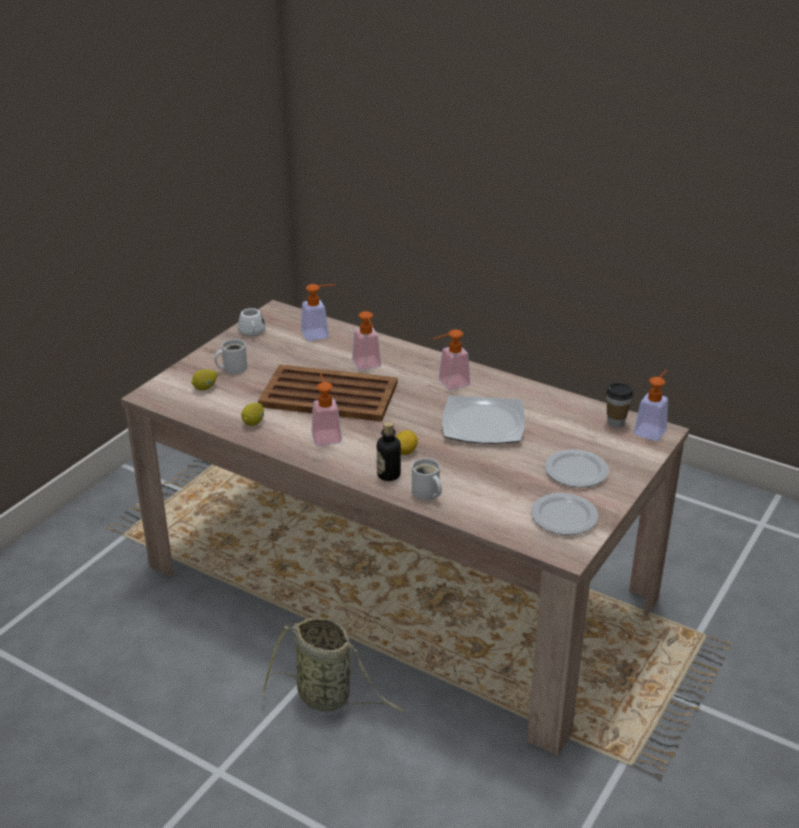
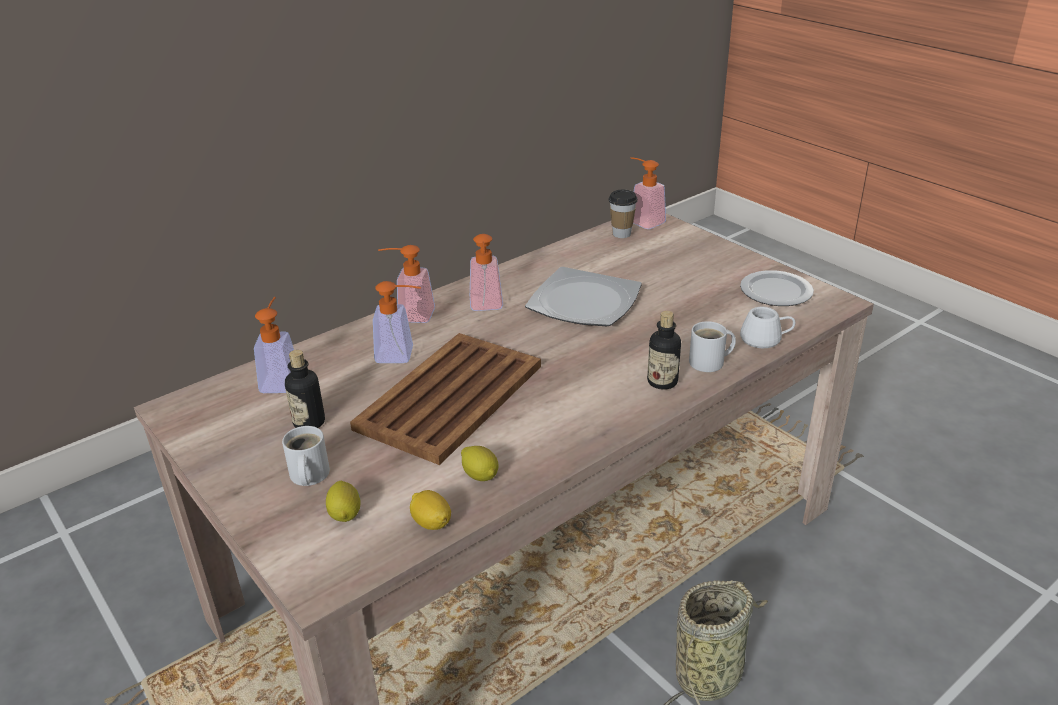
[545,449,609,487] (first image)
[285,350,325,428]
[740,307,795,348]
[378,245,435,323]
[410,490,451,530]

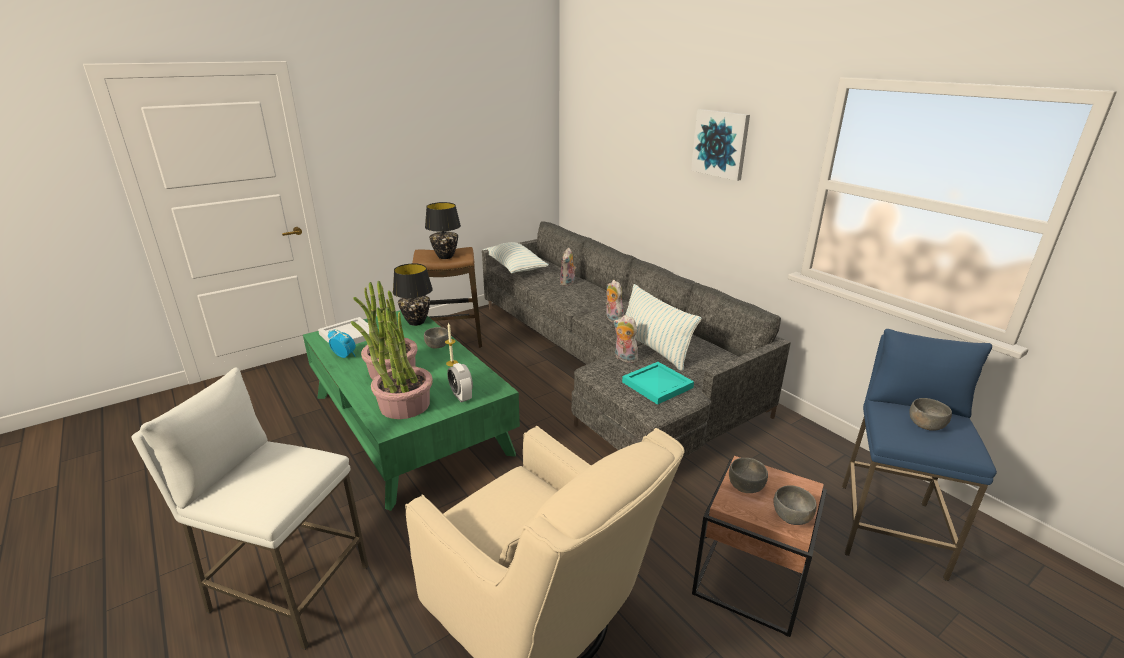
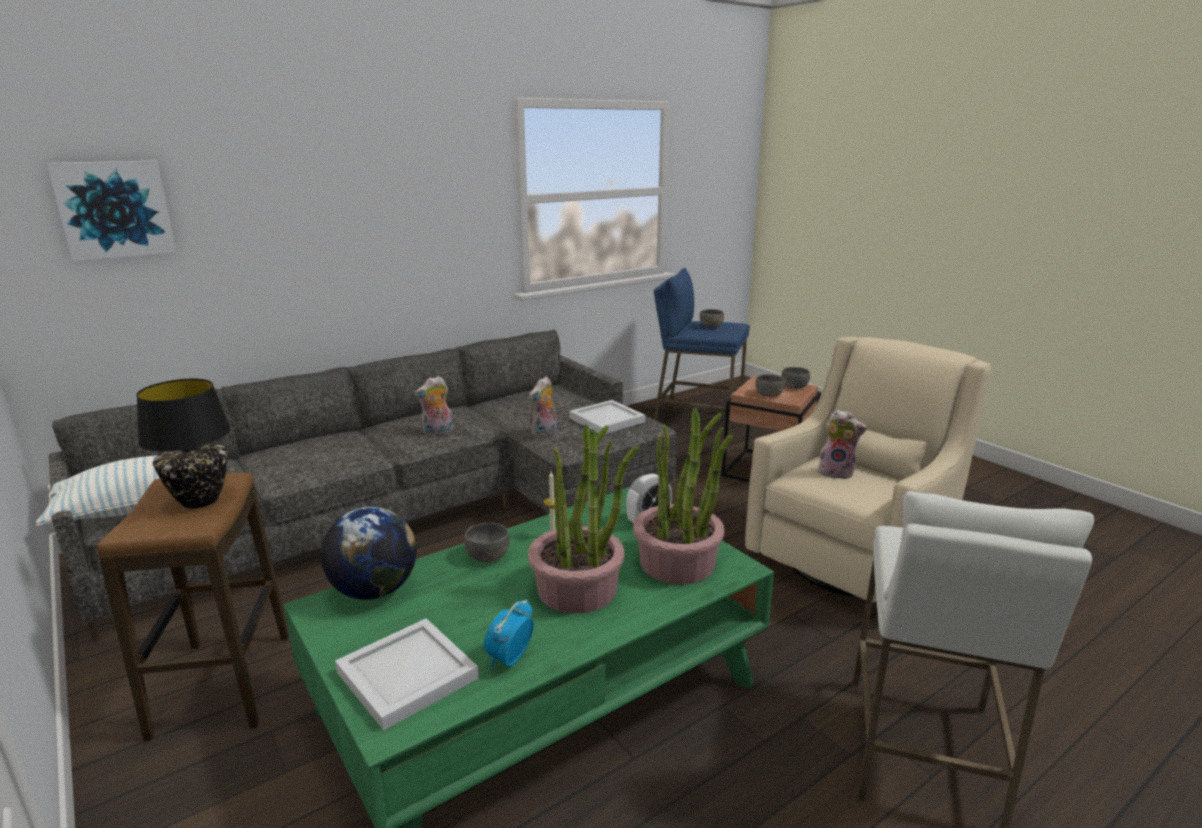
[625,284,702,371] (first image)
[818,409,867,479]
[47,161,176,261]
[321,507,417,600]
[569,400,645,434]

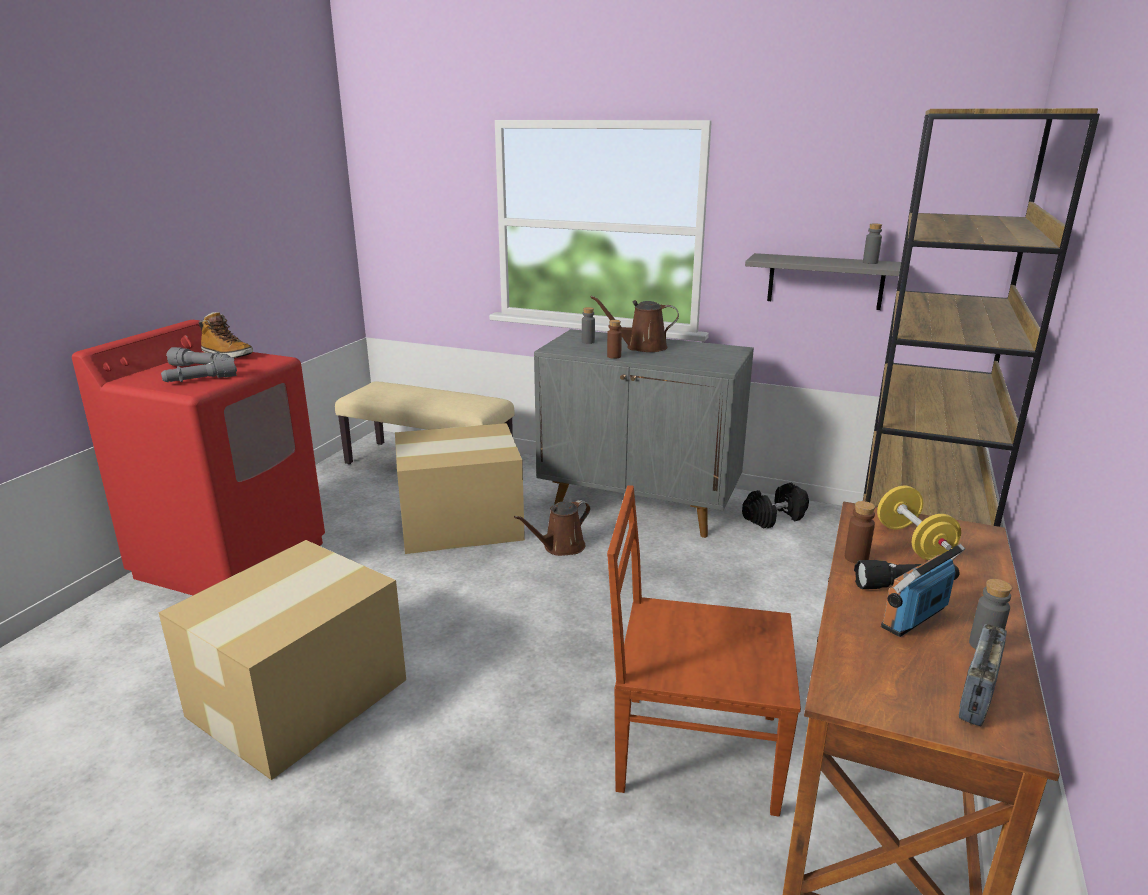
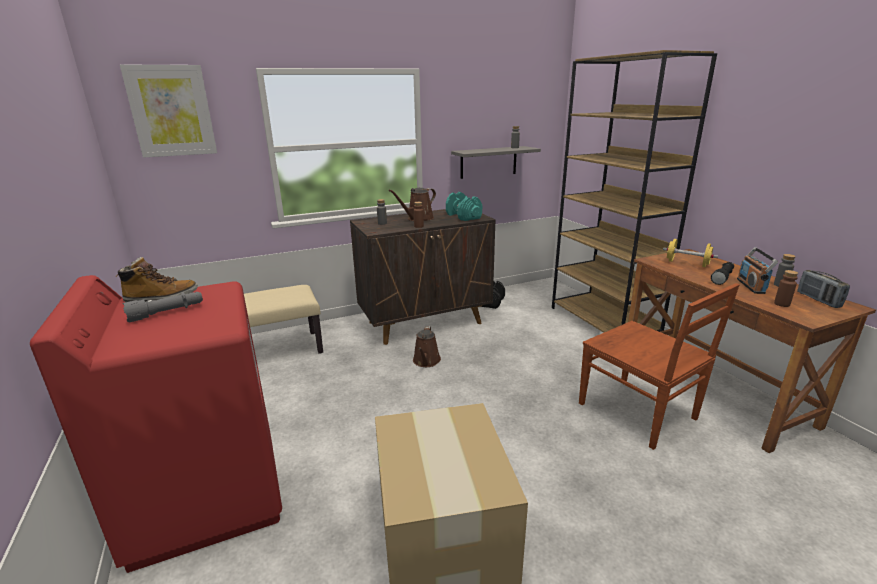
[161,357,237,382] (first image)
[395,423,525,554] (first image)
[120,65,217,158]
[446,192,482,221]
[774,270,798,307]
[350,209,496,345]
[579,283,739,450]

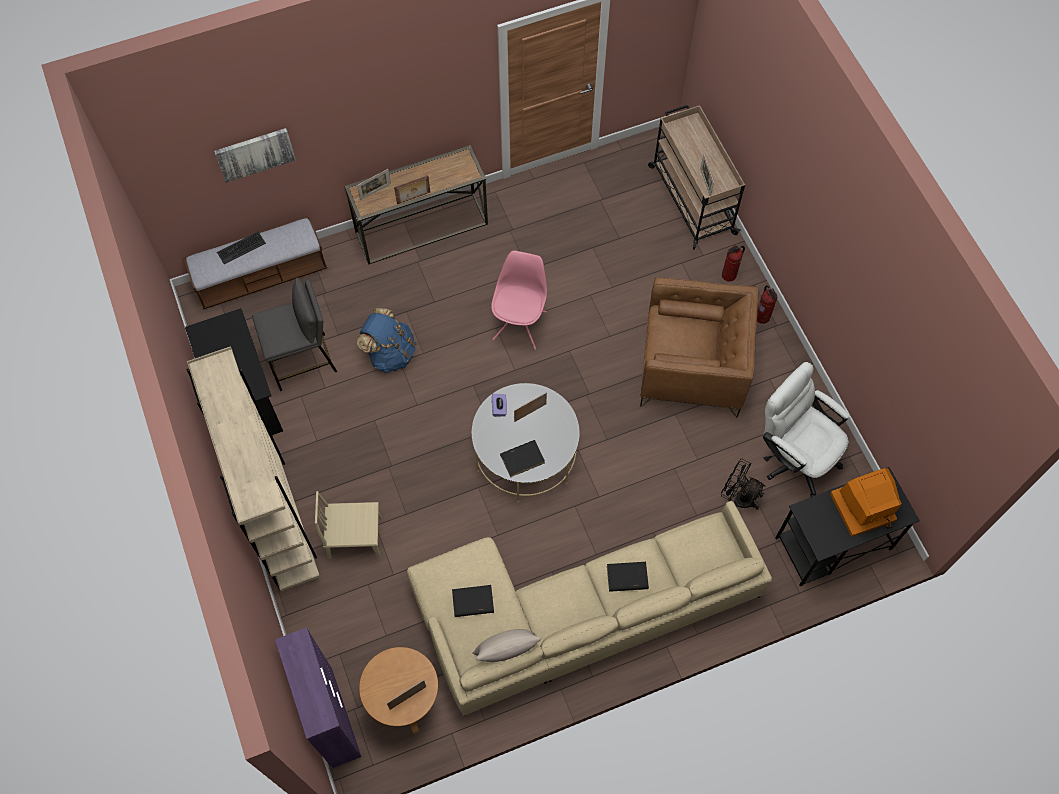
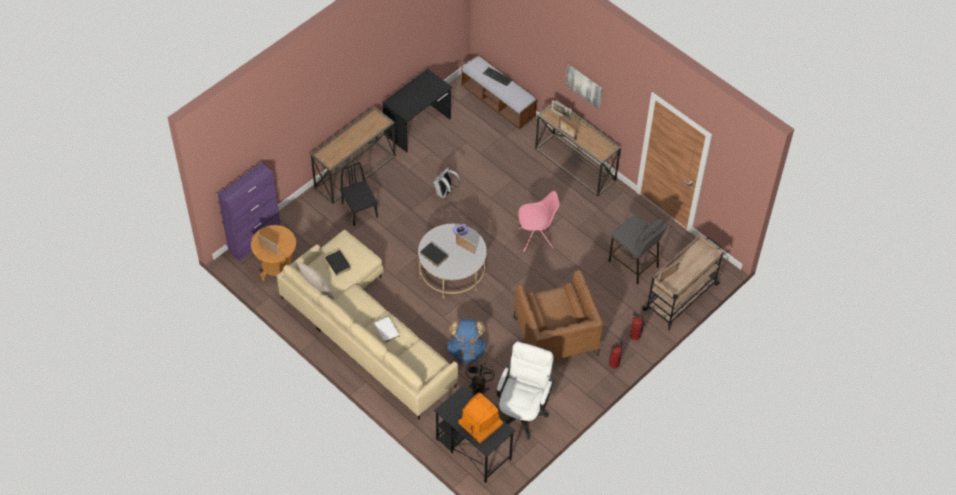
[433,167,461,199]
[565,65,603,109]
[609,215,667,285]
[447,320,487,362]
[310,107,396,204]
[340,162,378,226]
[374,317,400,343]

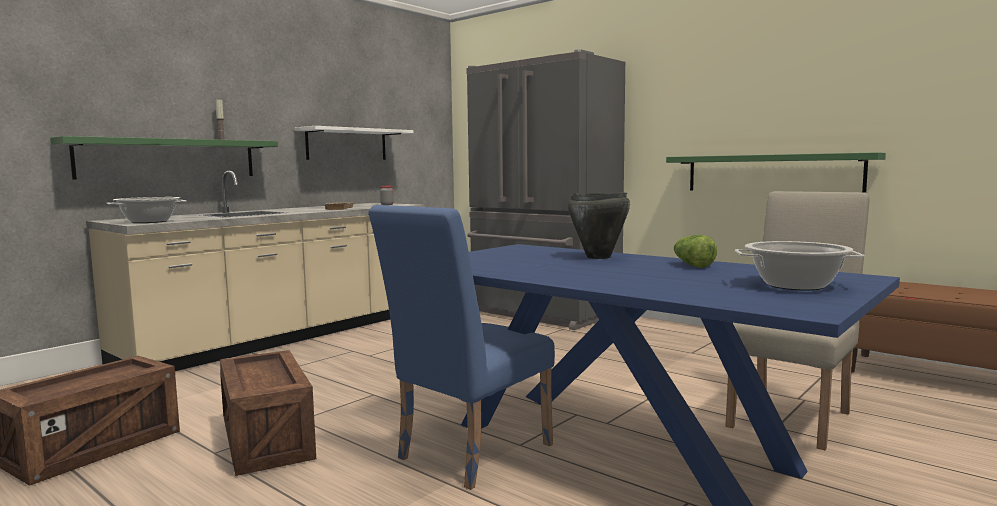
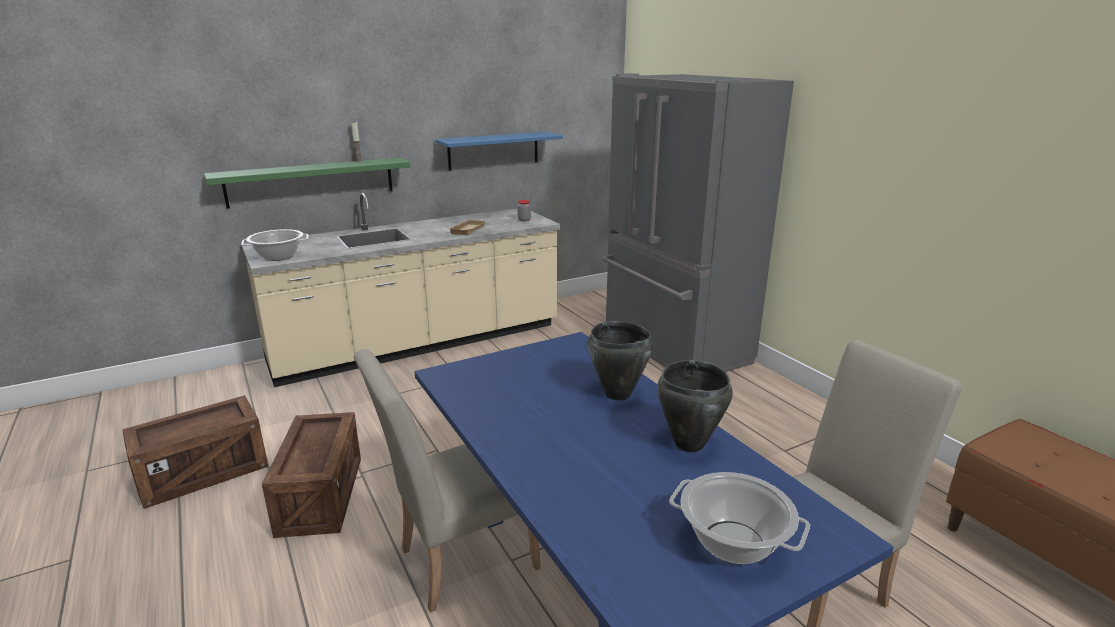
[666,152,886,193] (first image)
[657,360,733,452]
[435,132,563,171]
[354,349,541,613]

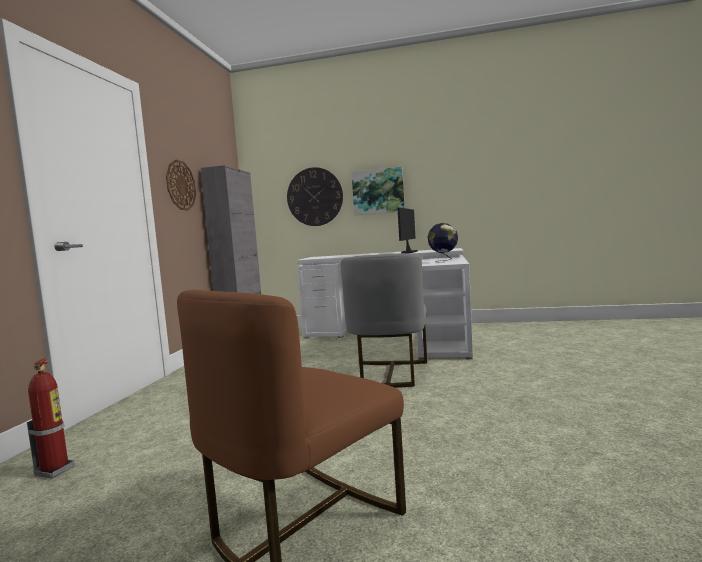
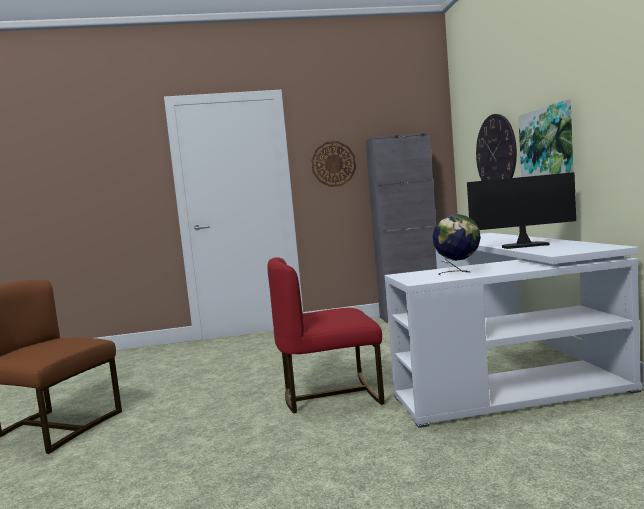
[27,358,74,478] (first image)
[267,257,385,413]

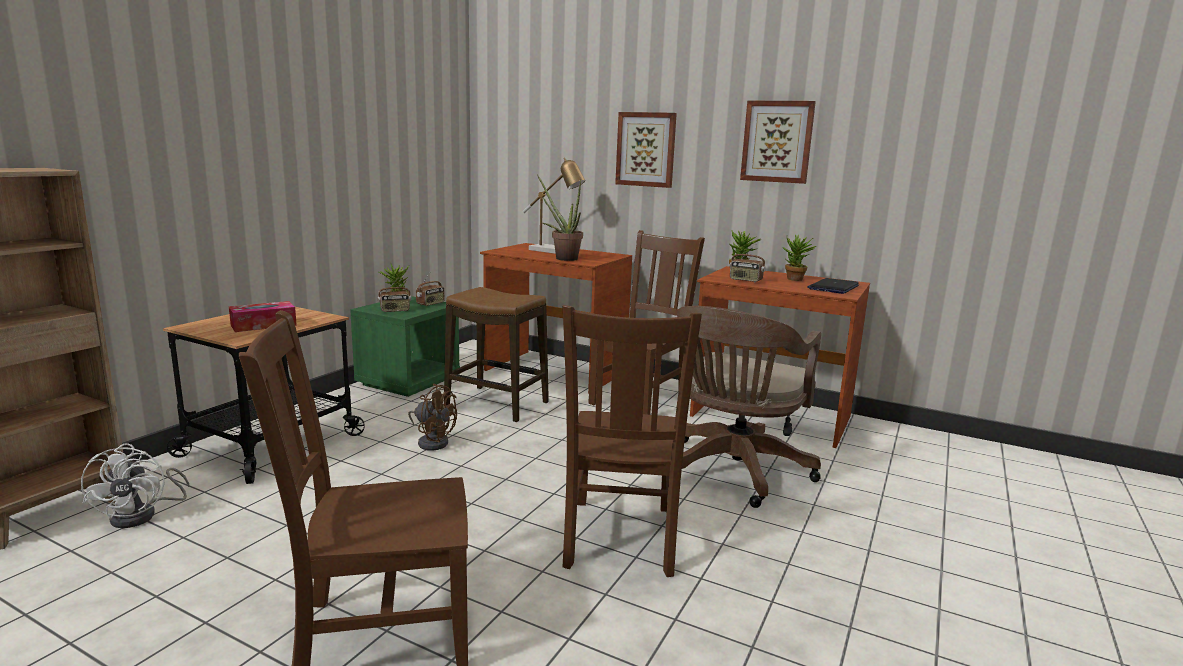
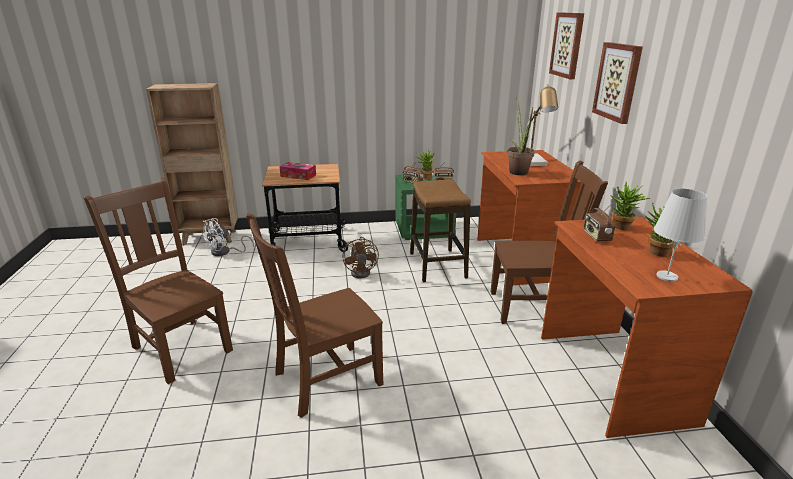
[677,306,821,508] (first image)
[549,12,584,79]
[654,188,708,282]

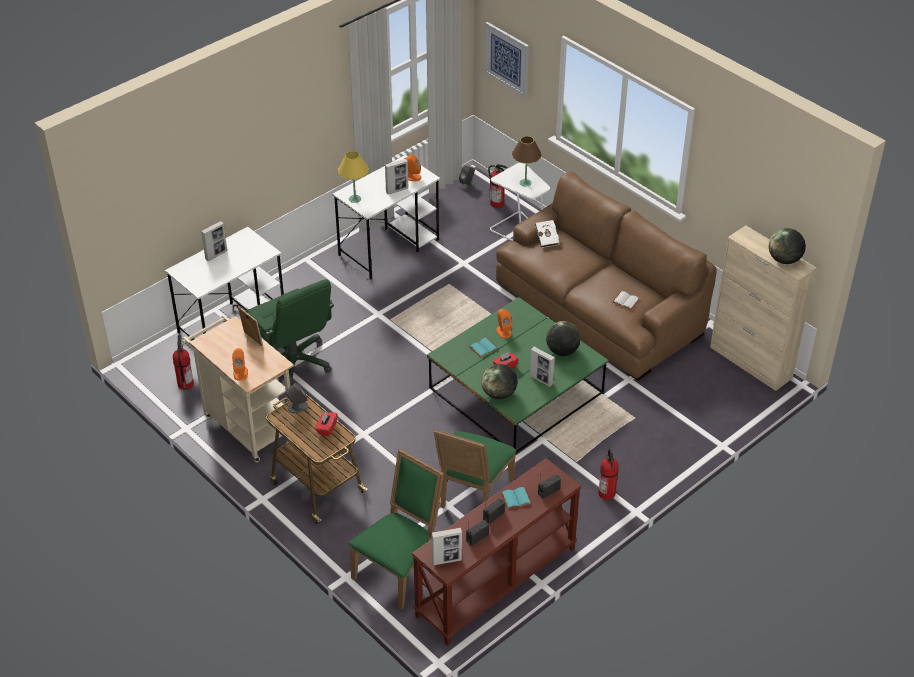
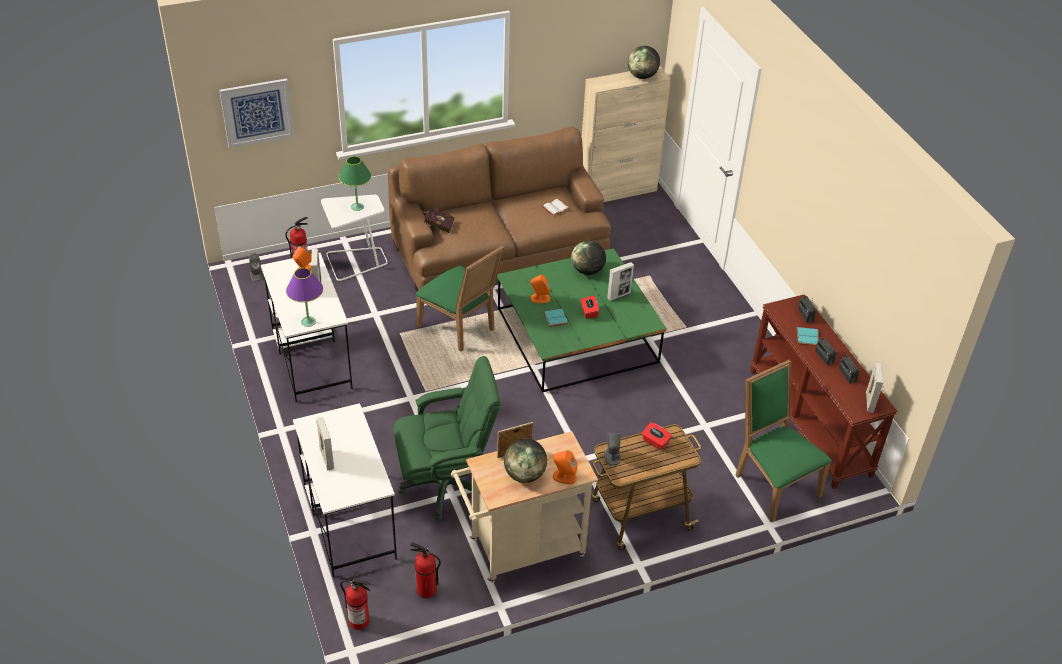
[416,245,504,352]
[504,439,547,483]
[340,579,370,630]
[286,268,323,327]
[339,156,371,211]
[422,207,455,233]

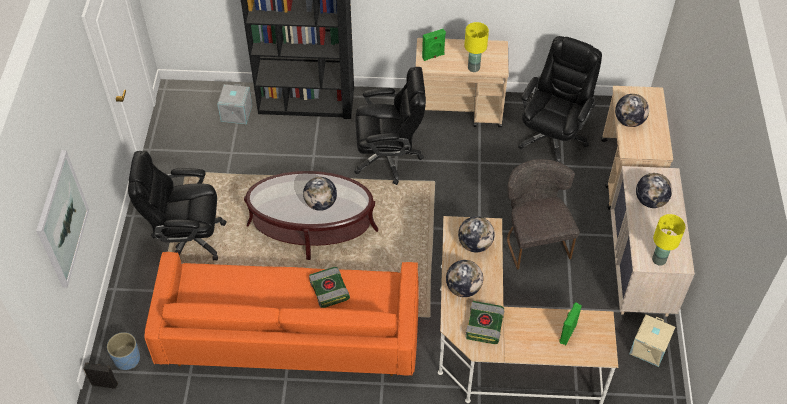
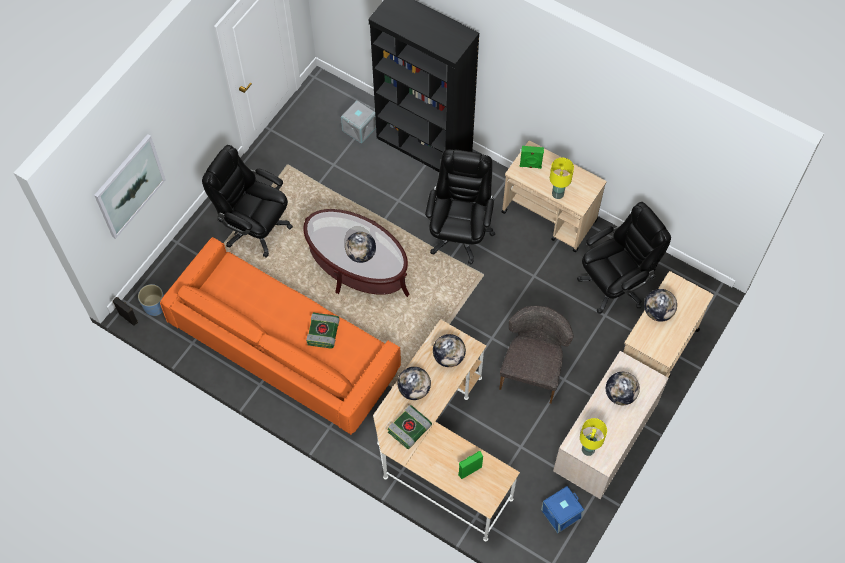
[541,486,584,534]
[425,150,495,265]

